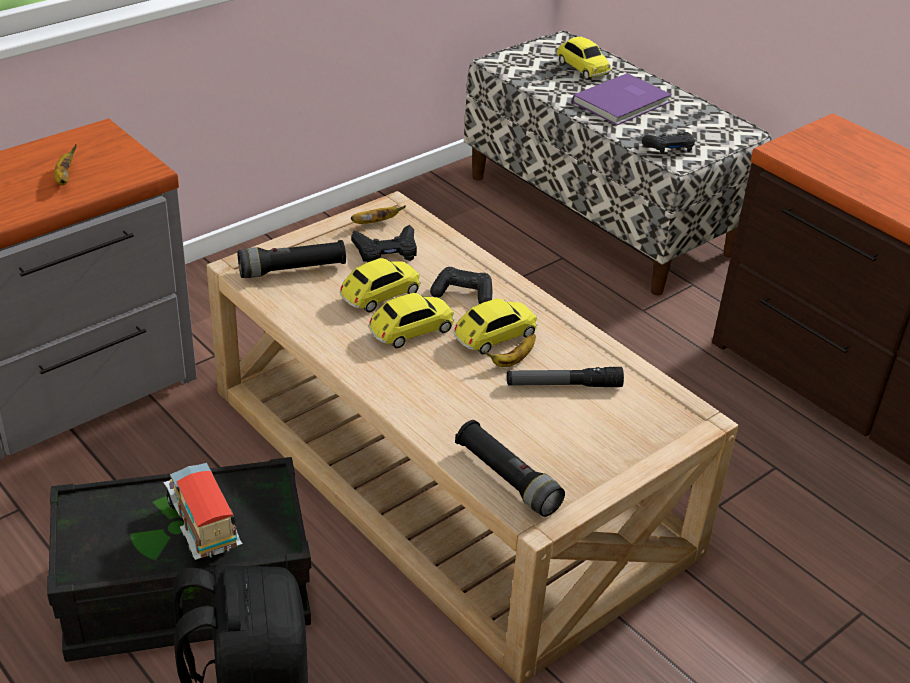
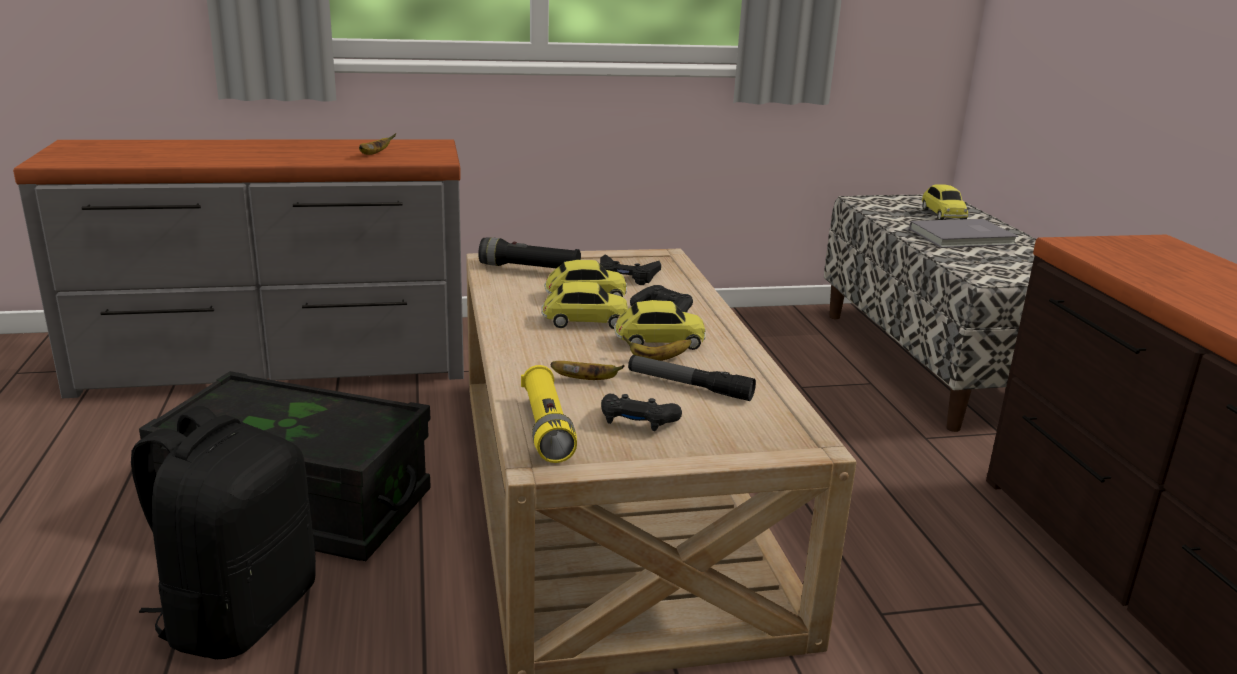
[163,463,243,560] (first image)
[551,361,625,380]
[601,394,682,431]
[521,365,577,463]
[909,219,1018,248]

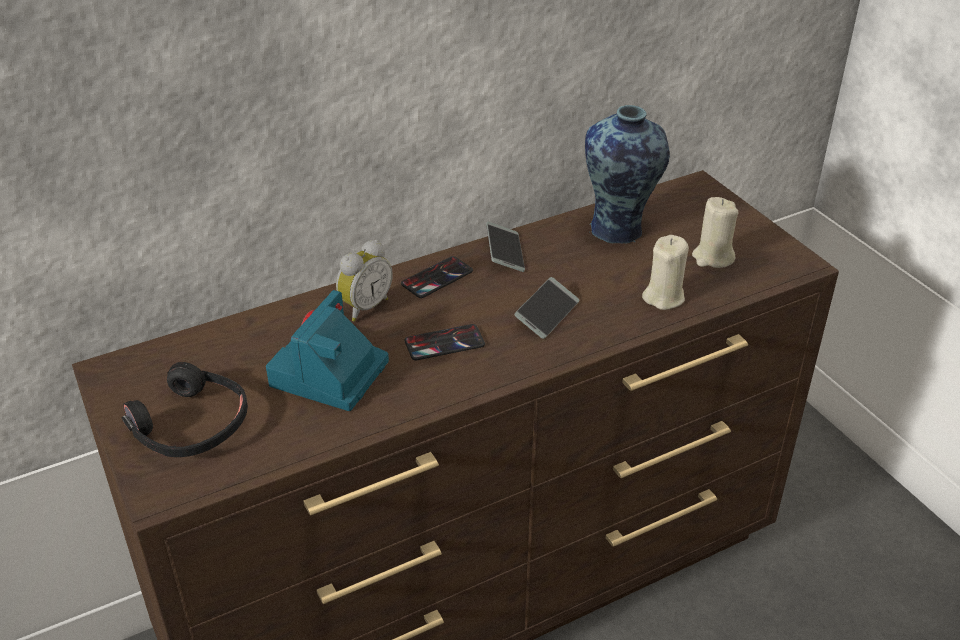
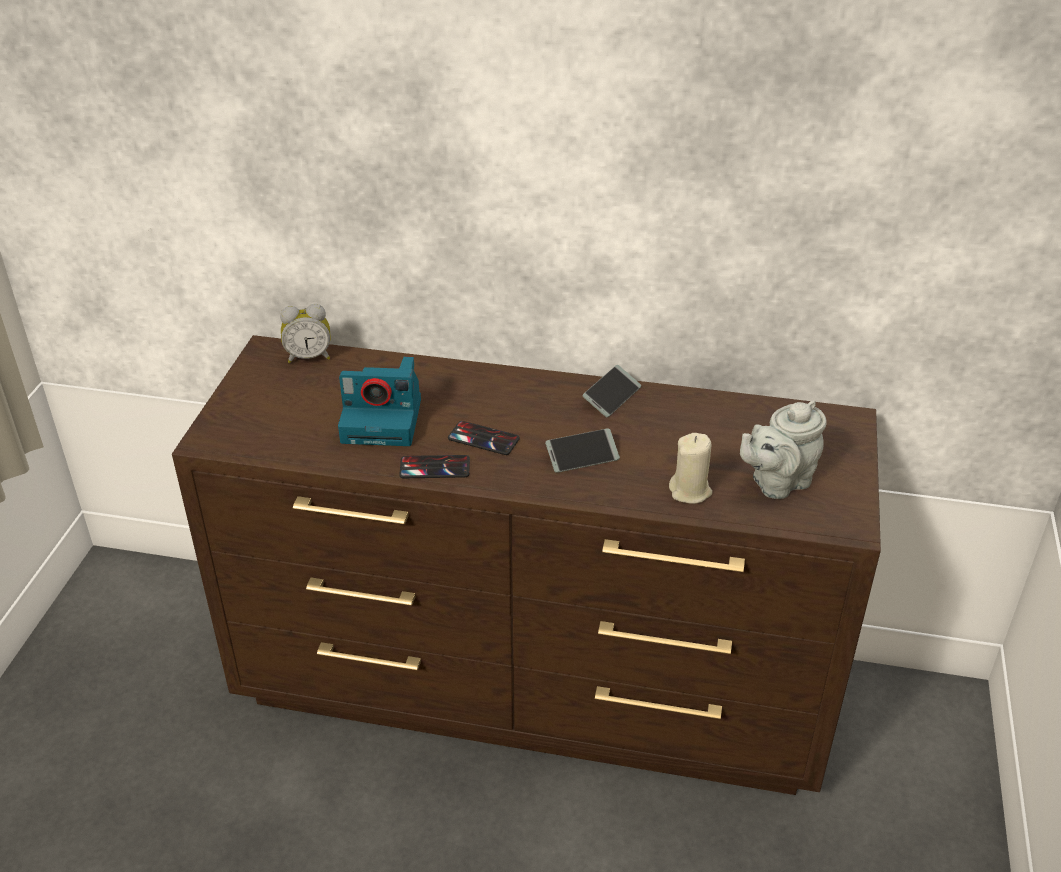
[122,362,248,457] (first image)
[585,105,670,243] (first image)
[280,304,330,363]
[399,455,470,478]
[740,401,827,499]
[338,357,421,446]

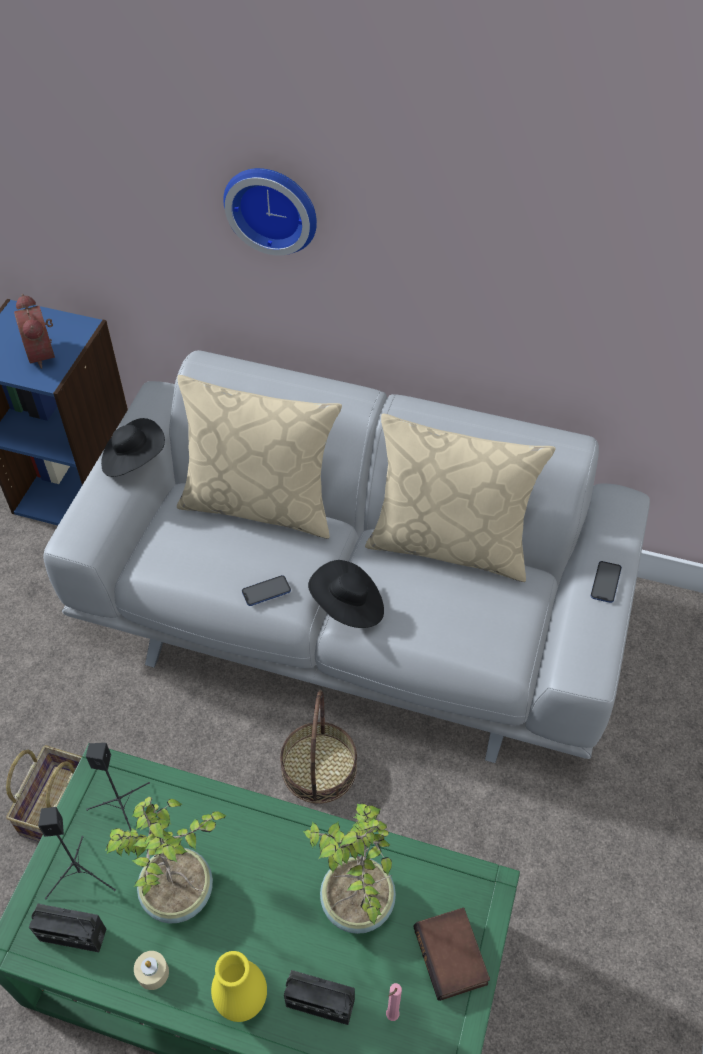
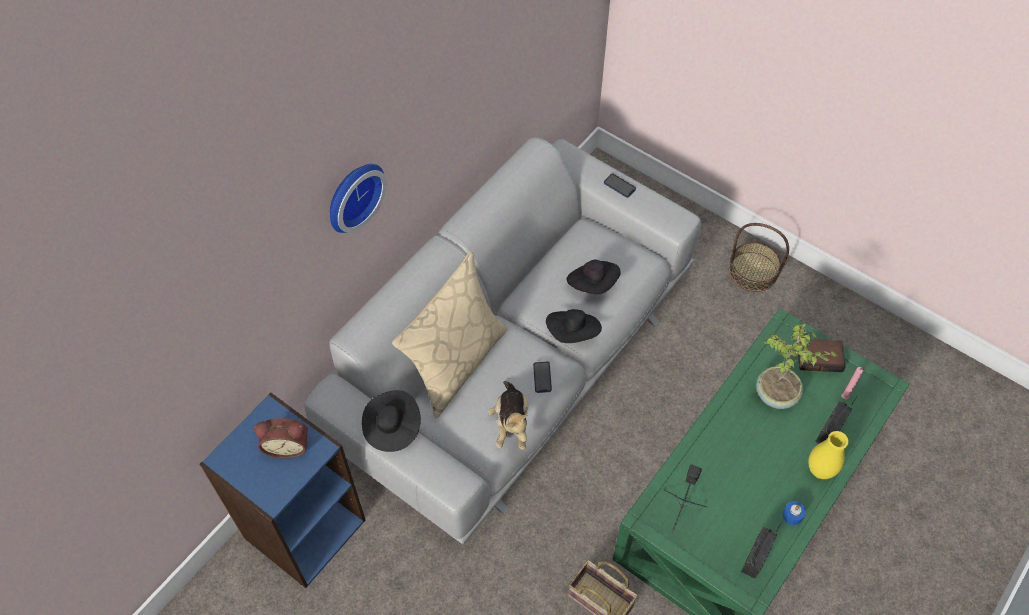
[38,807,116,899] (first image)
[105,797,227,924] (first image)
[365,414,556,582] (first image)
[488,381,528,450]
[567,259,621,294]
[729,223,789,292]
[783,501,806,525]

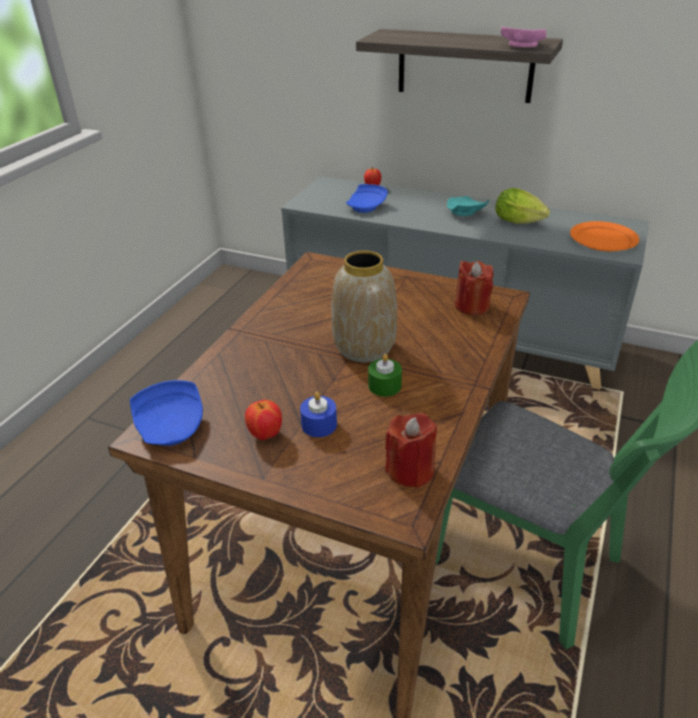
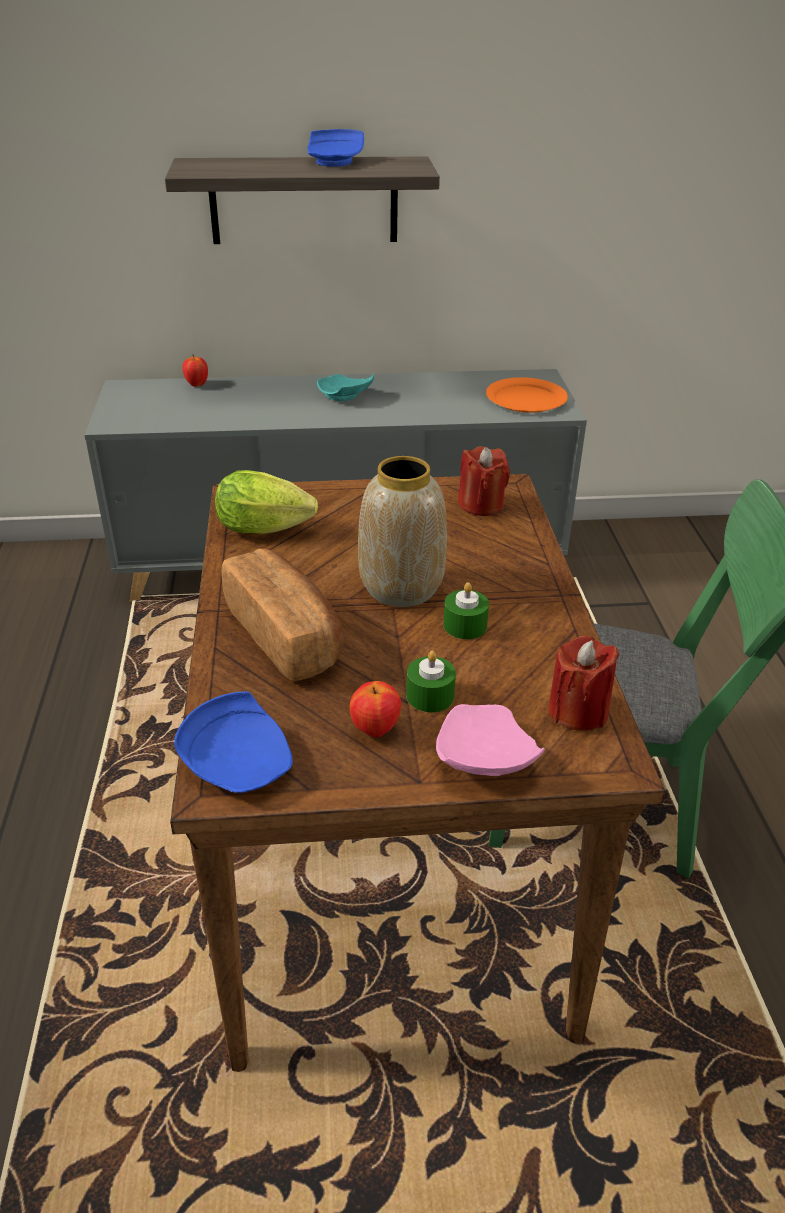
[222,548,344,681]
[307,129,364,167]
[215,470,318,534]
[436,704,545,776]
[406,651,456,712]

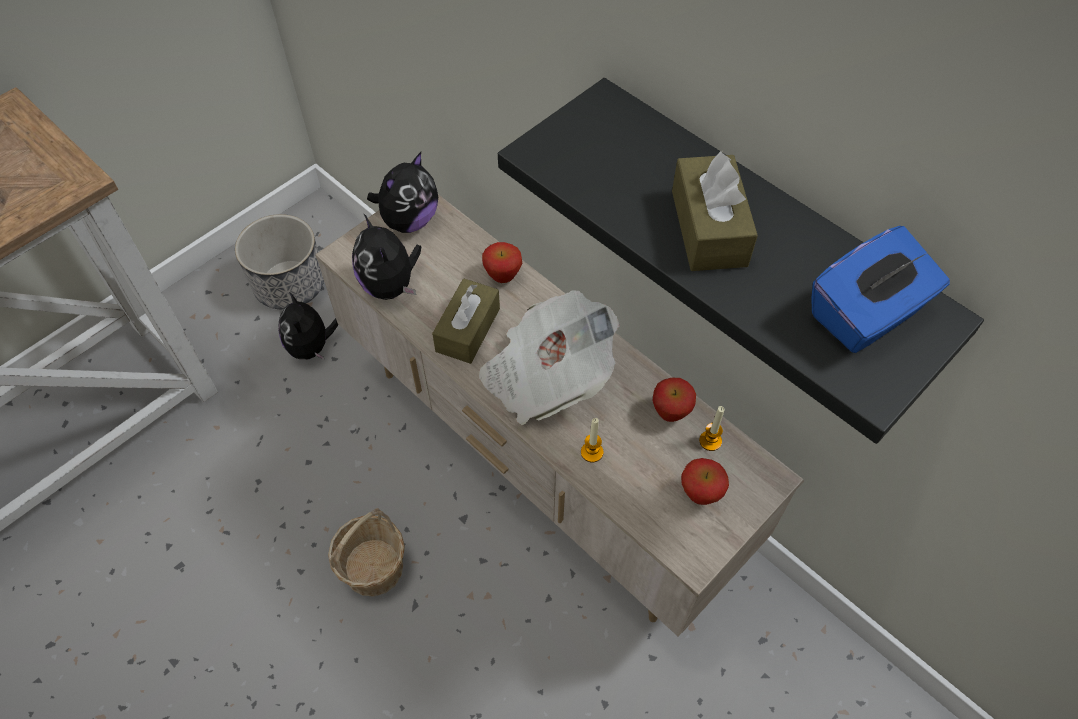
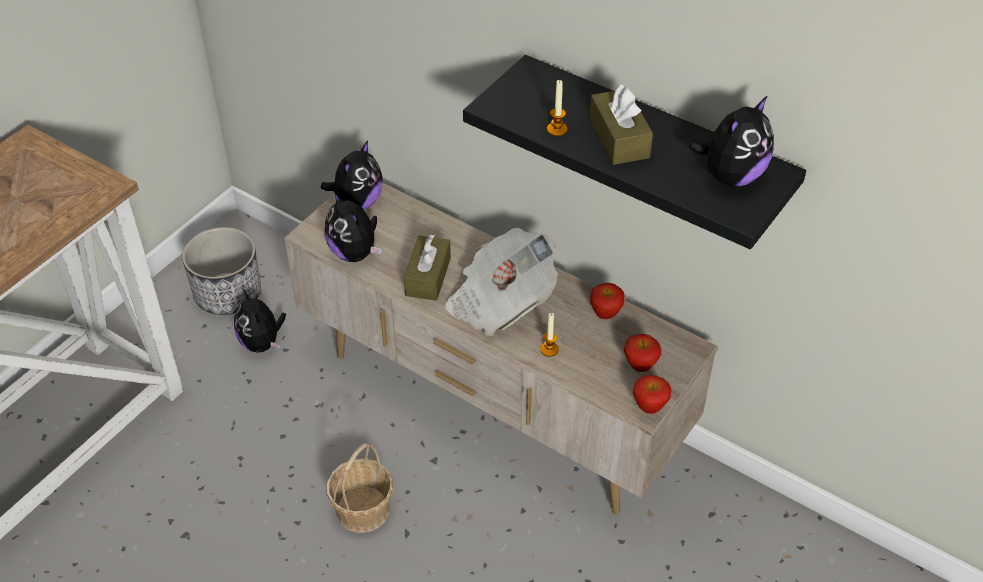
[633,375,671,414]
[547,80,568,136]
[689,95,774,186]

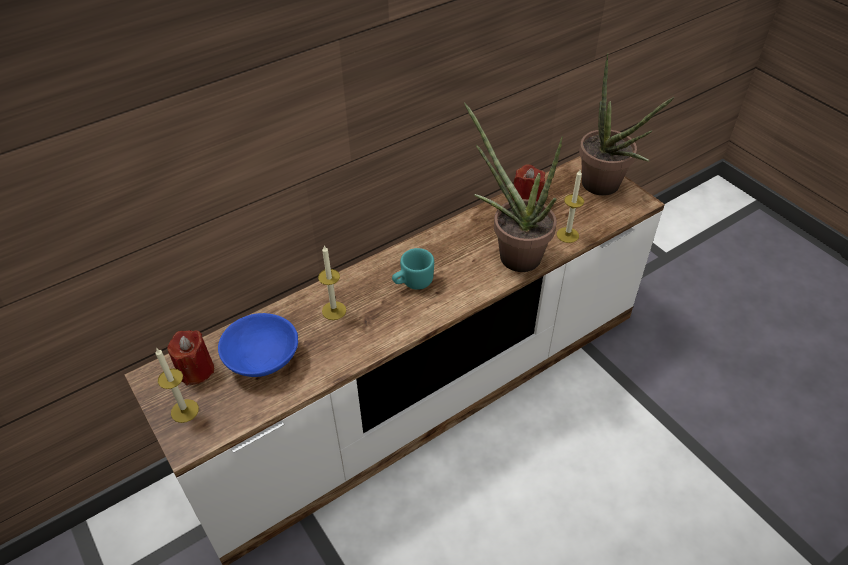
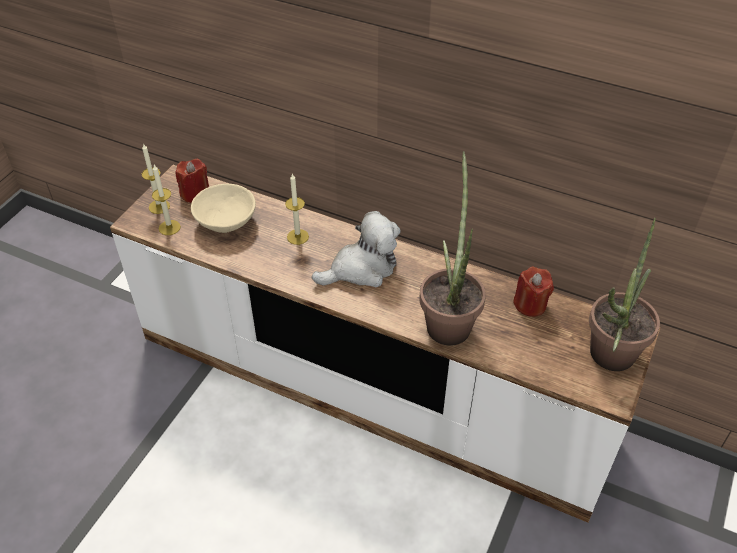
[152,165,181,235]
[312,211,401,287]
[191,184,256,233]

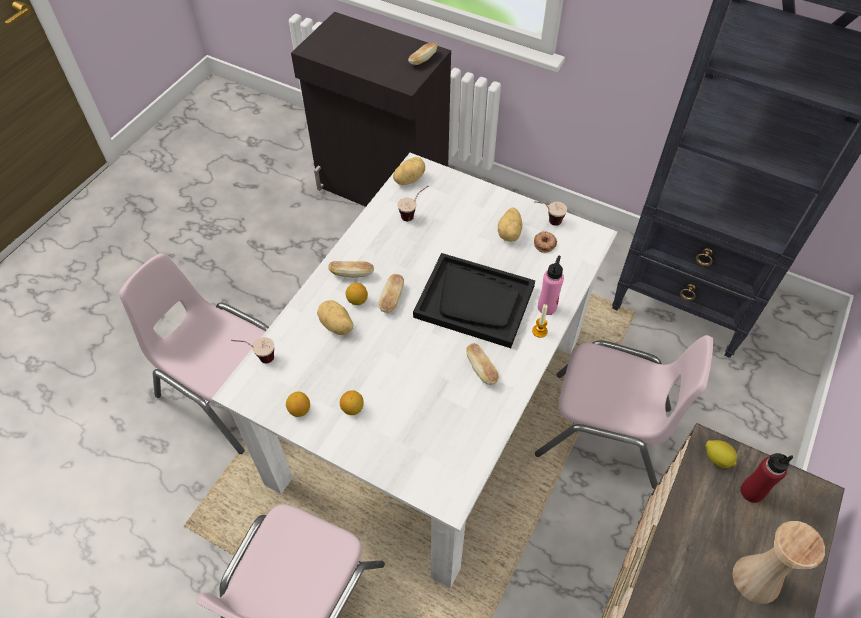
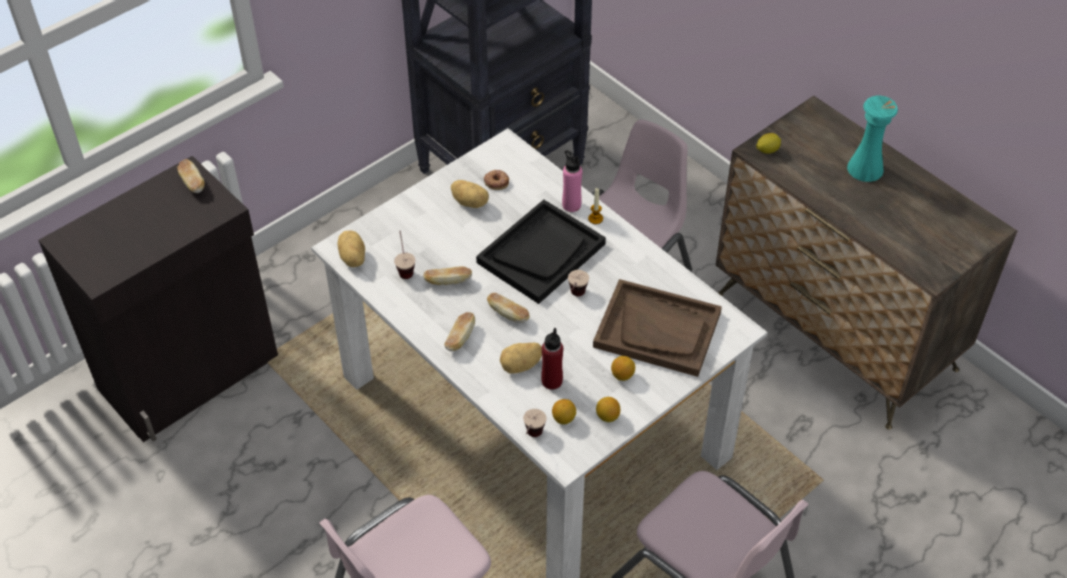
[593,279,722,377]
[552,399,576,424]
[423,266,472,285]
[568,270,589,296]
[541,328,563,390]
[847,96,898,182]

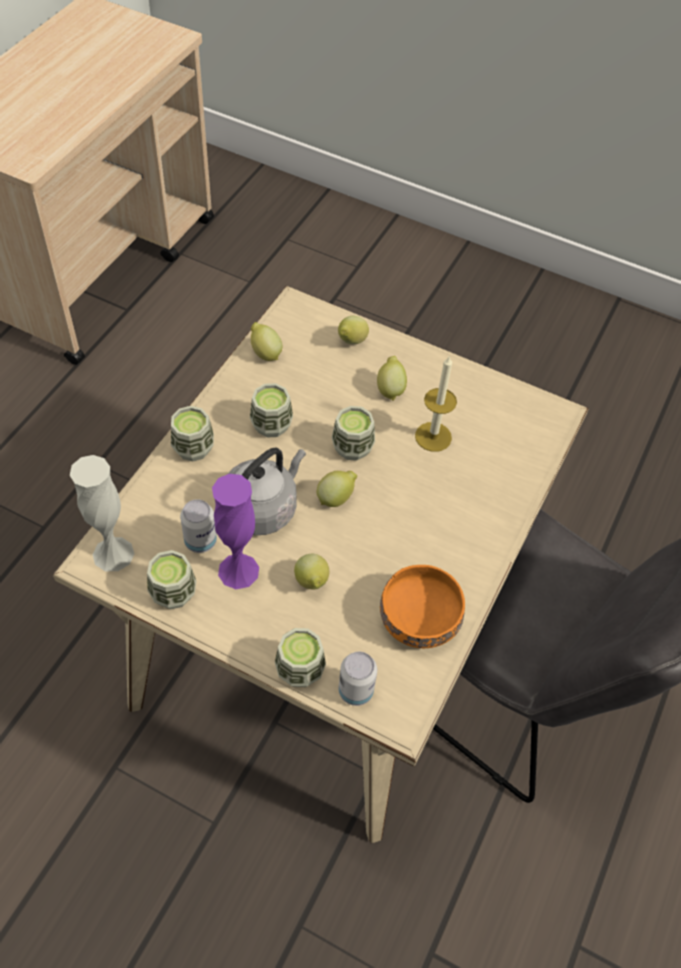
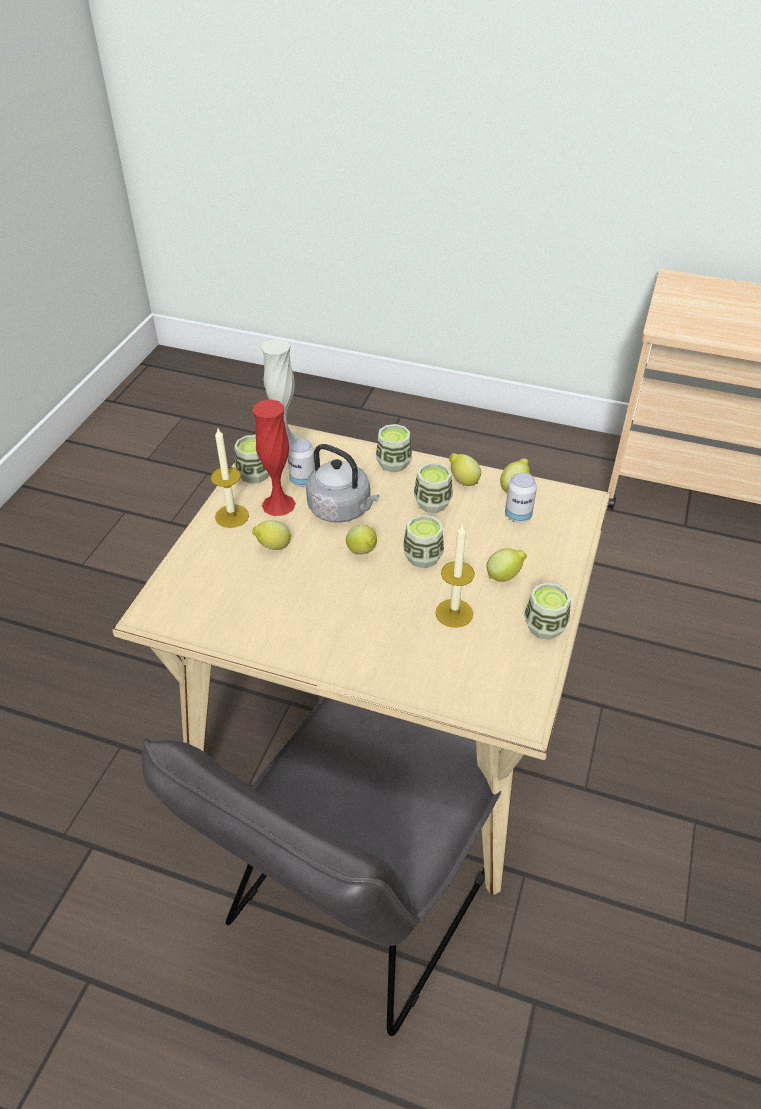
[380,565,465,648] (first image)
[211,428,249,528]
[524,582,571,640]
[449,453,481,486]
[505,473,537,522]
[253,399,296,516]

